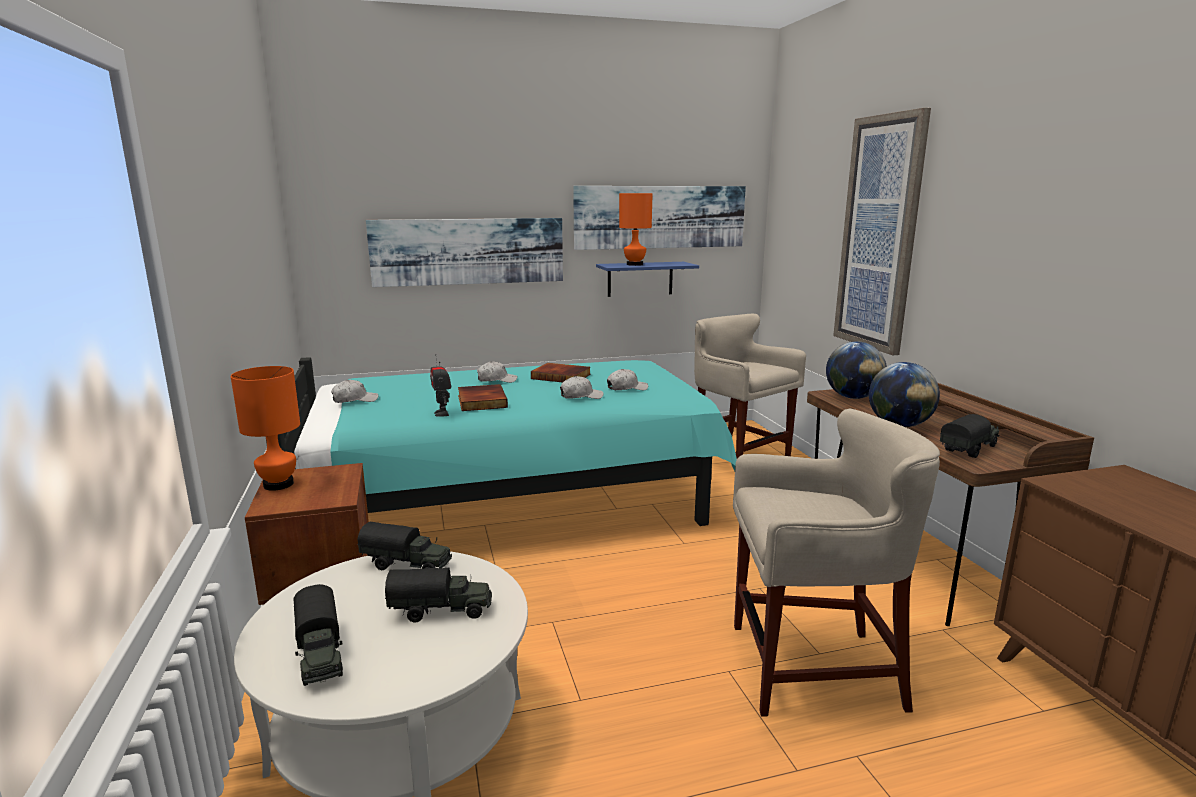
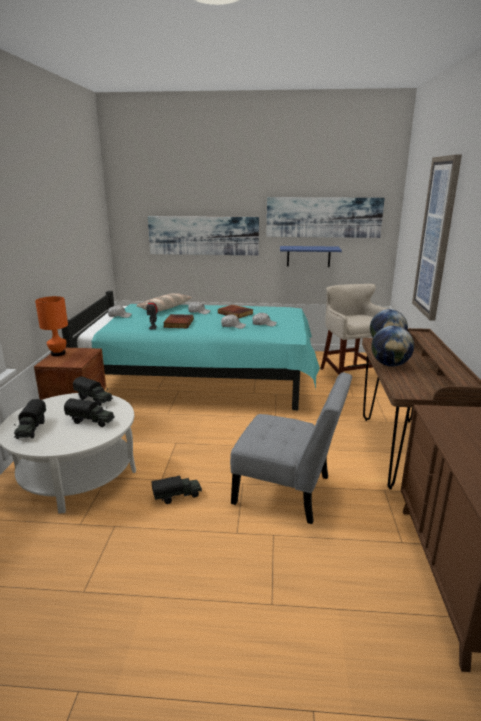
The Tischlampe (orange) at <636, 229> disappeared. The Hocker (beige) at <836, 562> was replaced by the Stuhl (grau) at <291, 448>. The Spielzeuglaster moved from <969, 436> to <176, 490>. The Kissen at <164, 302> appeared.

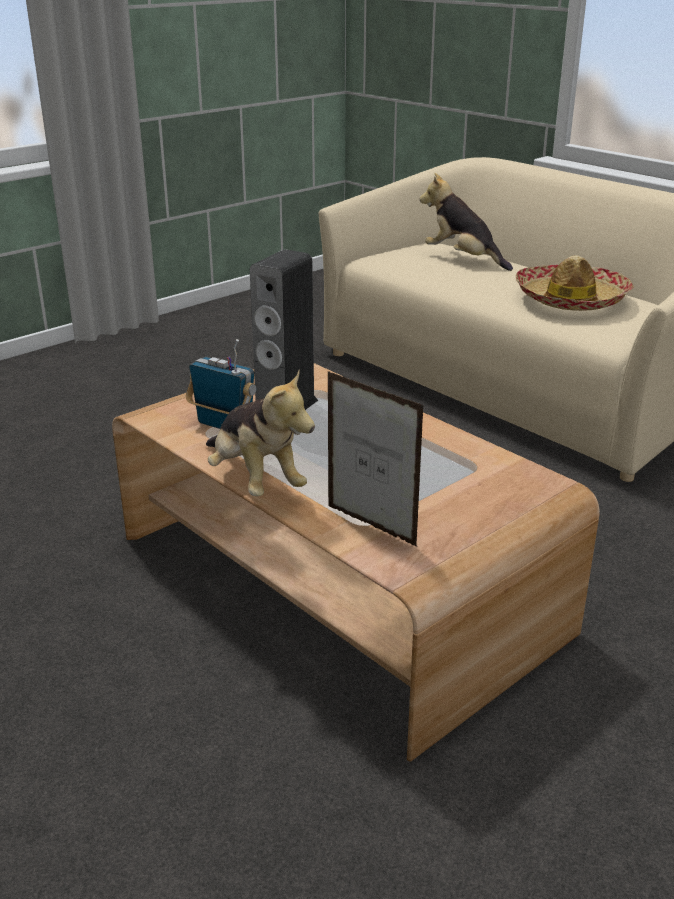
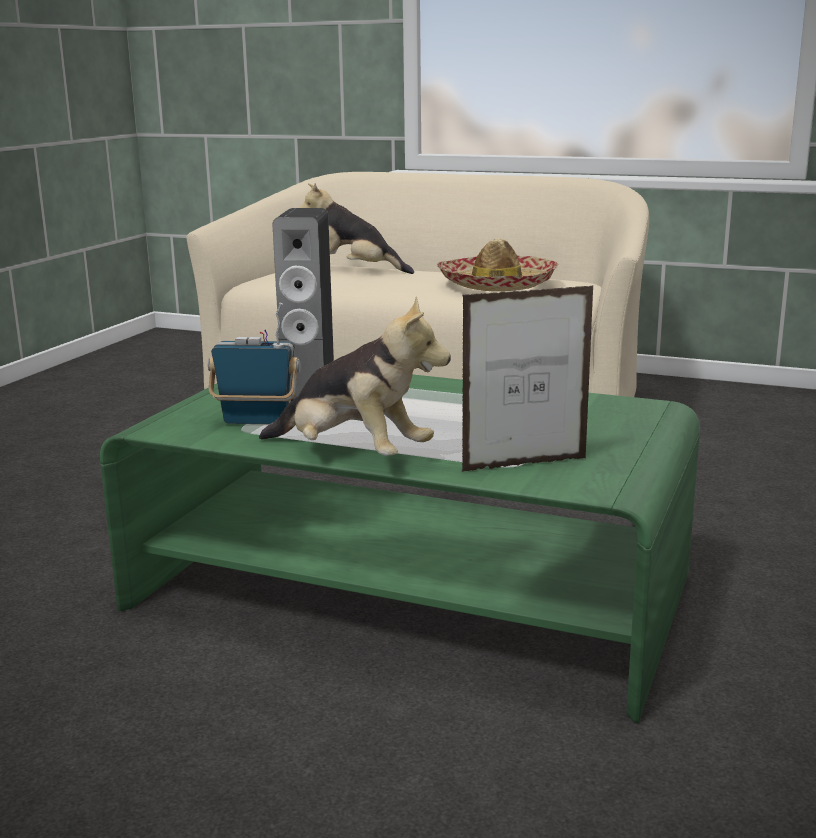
The Couchtisch (braun) at <356, 562> became the Couchtisch (grün) at <400, 549>. The Bilderrahmen at <376, 459> turned 150 degrees clockwise.

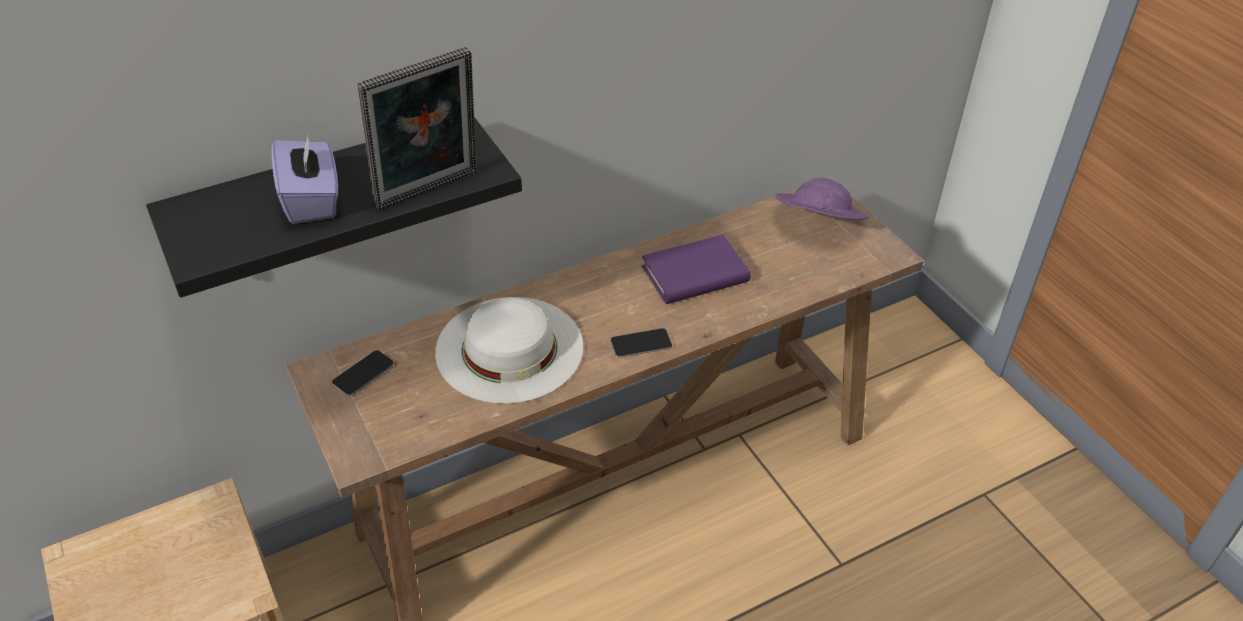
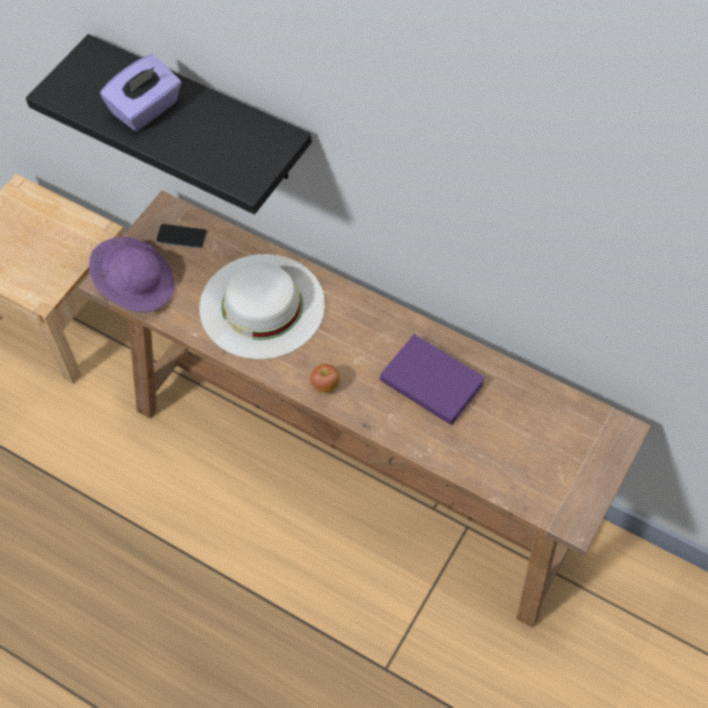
The Bilderrahmen at <417, 128> disappeared. The Hut (lila) moved from <822, 199> to <132, 274>. The Handy at <641, 343> was replaced by the Apfel at <325, 378>.

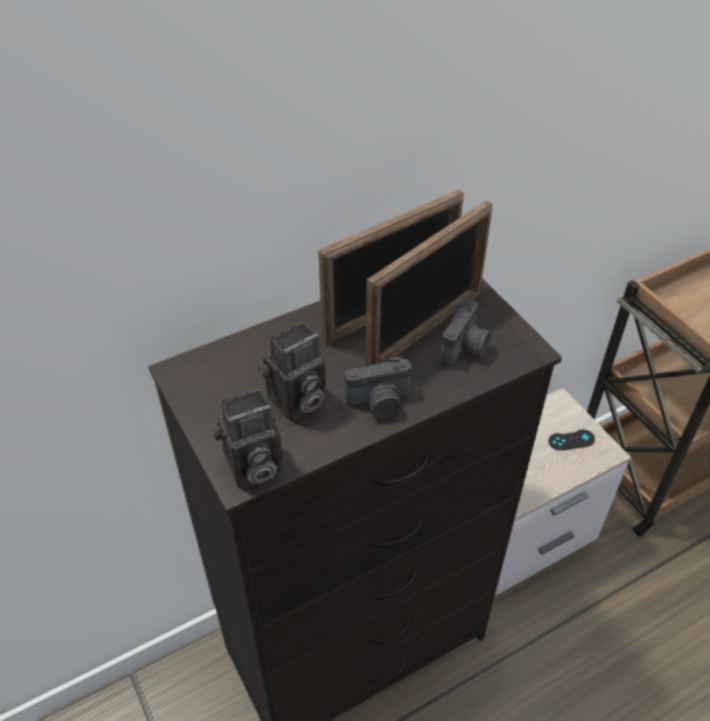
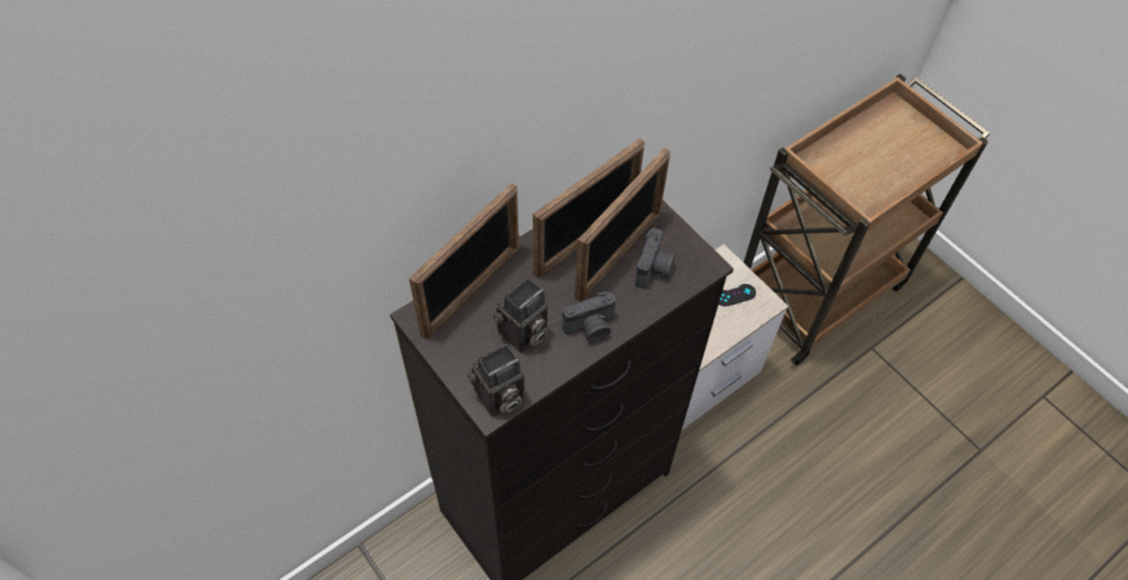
The Bilderrahmen at <464, 261> appeared.

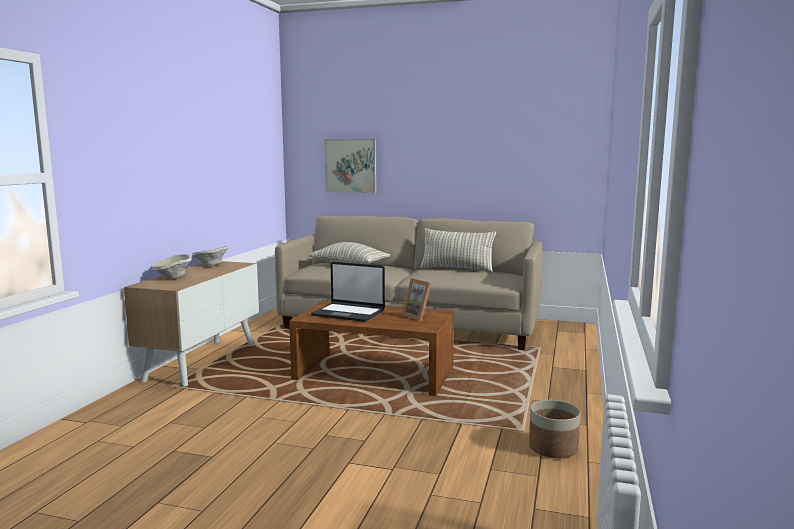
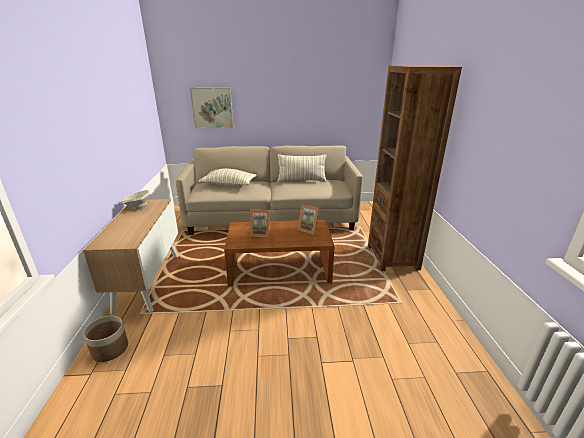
The Schüssel (beige) at <172, 266> disappeared. The Laptop at <348, 292> was replaced by the Bilderrahmen at <260, 223>. The Pflanzkübel moved from <554, 429> to <105, 339>. The Bücherregal (braun) at <415, 168> appeared.

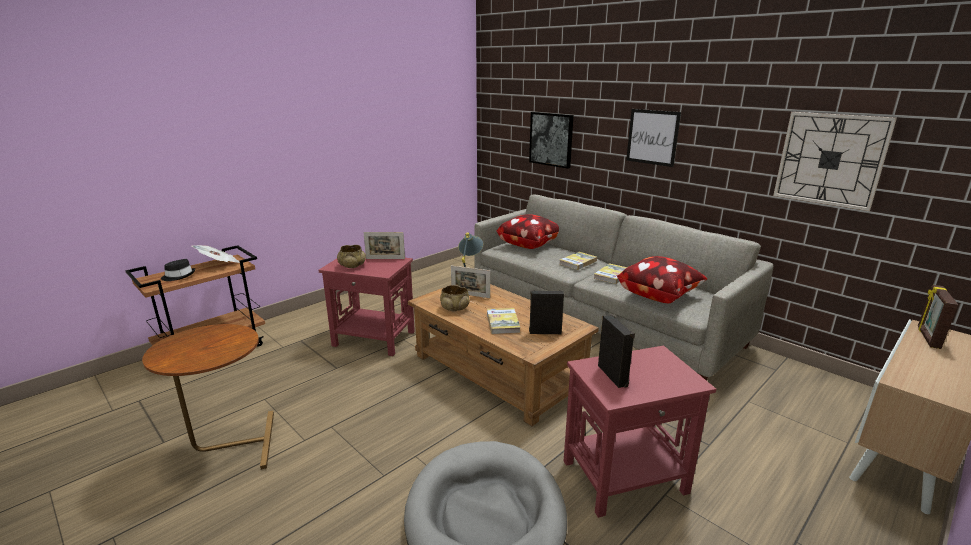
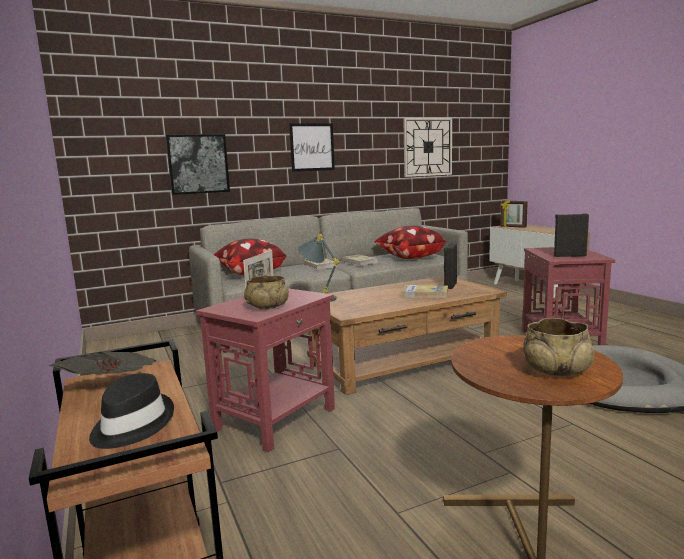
The Bilderrahmen at <470, 282> disappeared. The Schüssel (beige) moved from <455, 298> to <559, 347>.

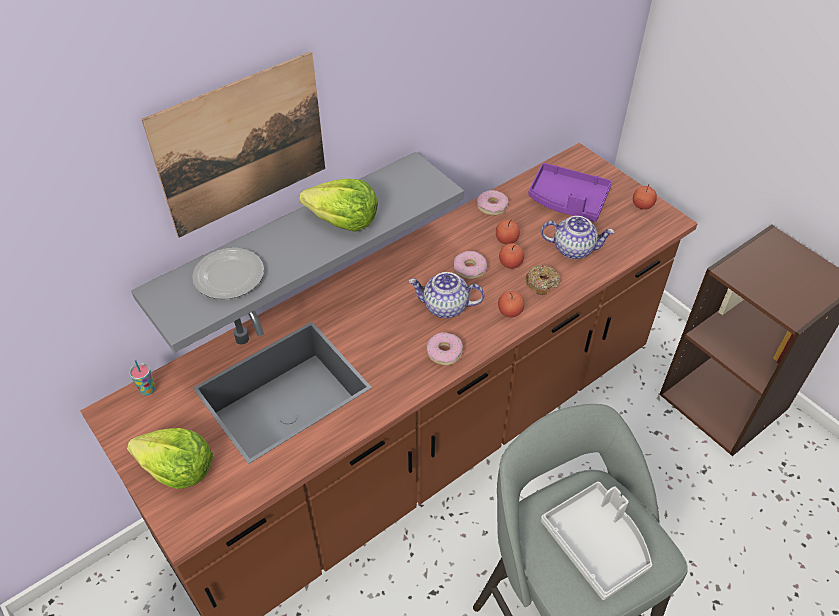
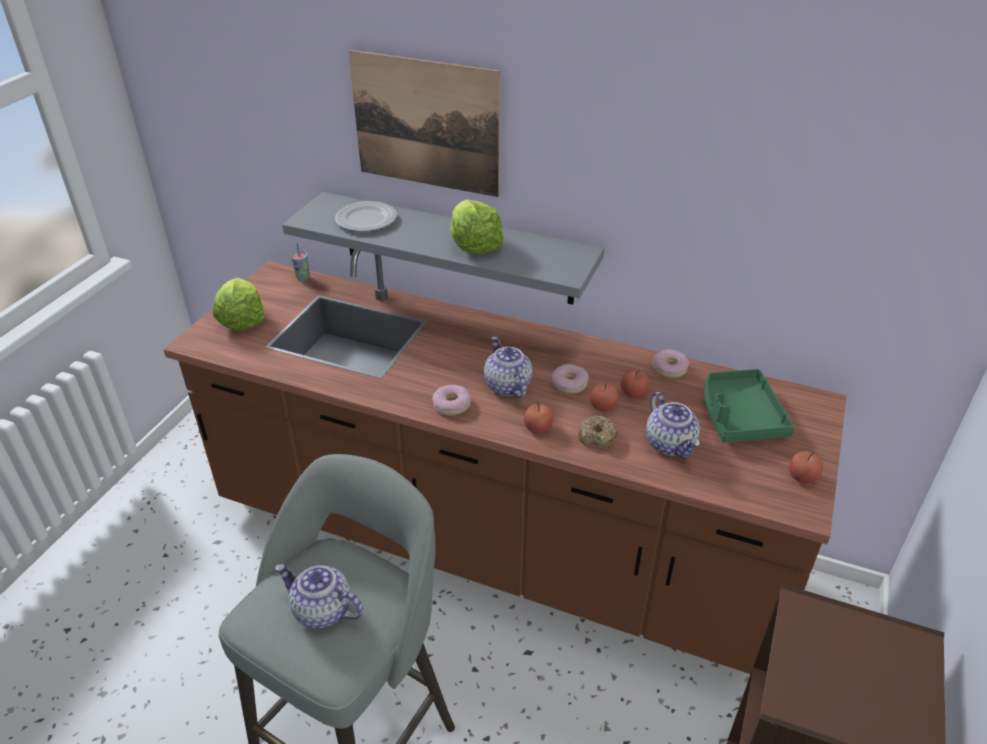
The Tablett (lila) at <570, 192> became the Tablett (grün) at <749, 405>. The Tablett (grau) at <596, 541> was replaced by the Teekanne at <319, 596>.

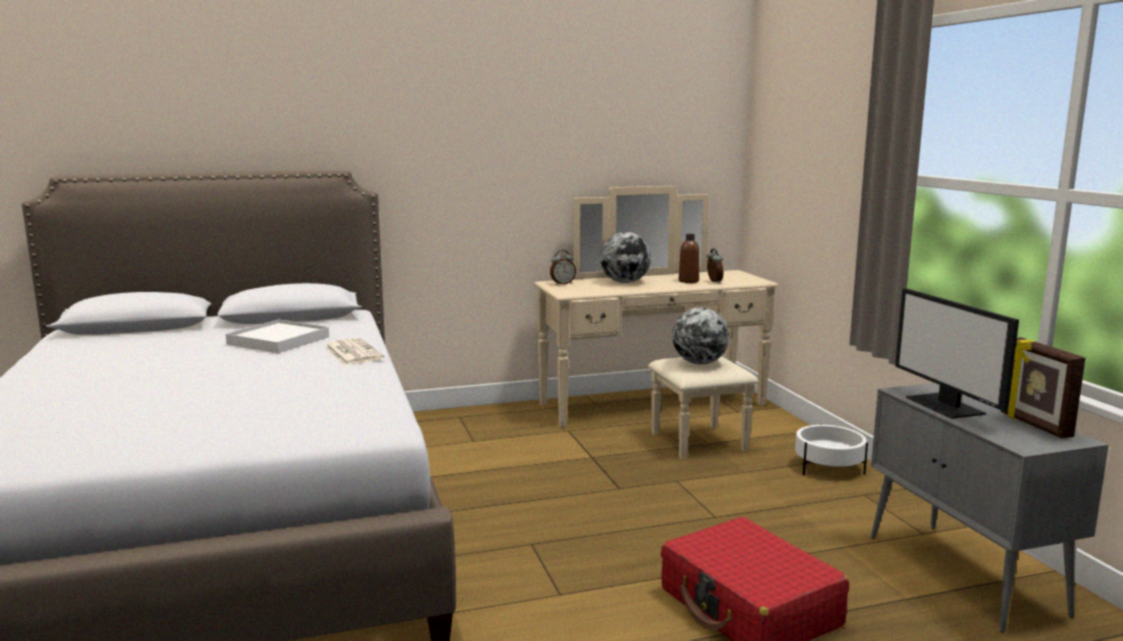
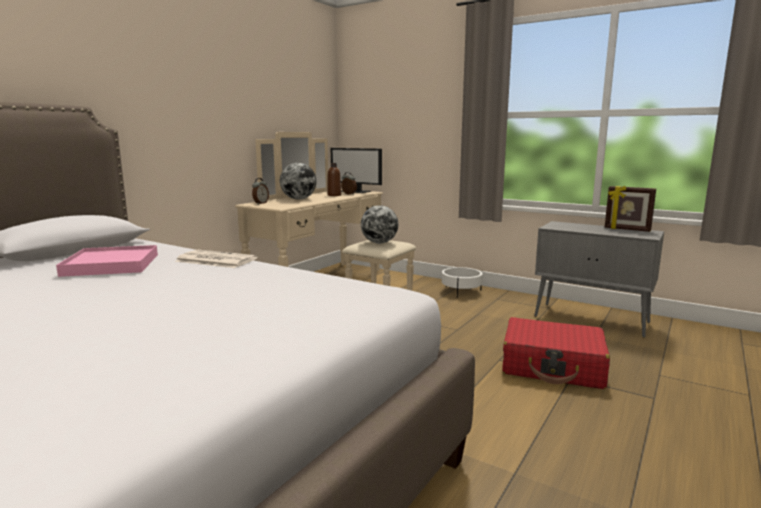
The Monitor moved from <957, 353> to <356, 170>. The Tablett (weiß) at <277, 336> became the Tablett (rosa) at <107, 261>.

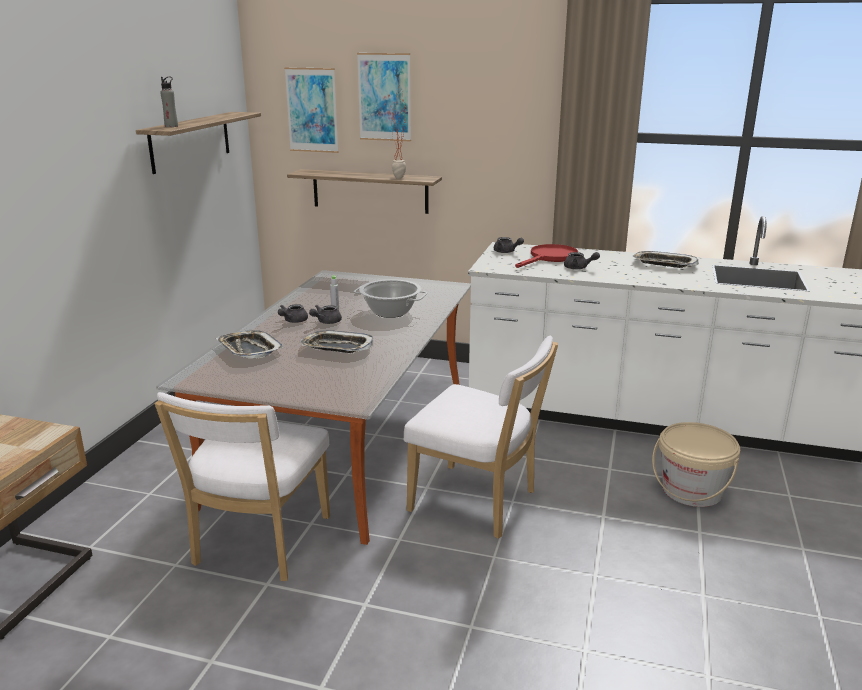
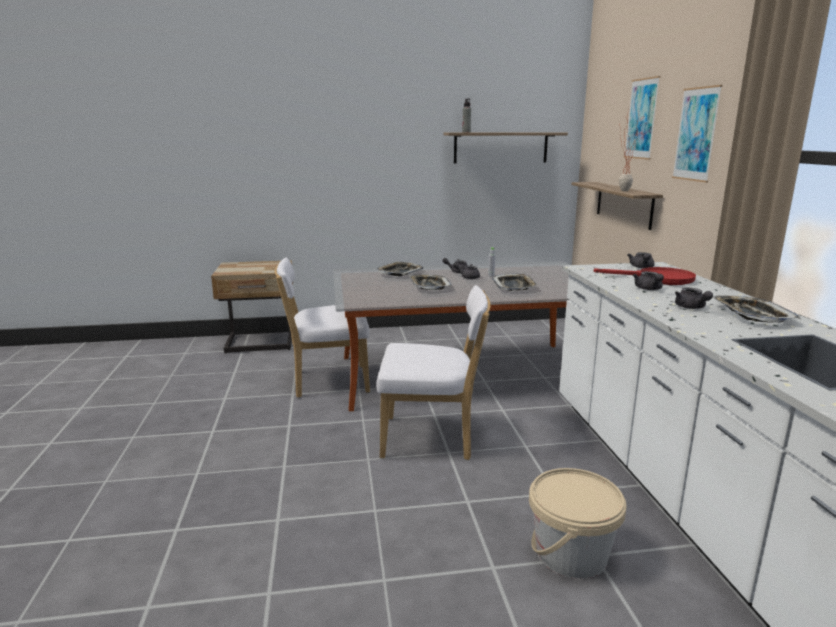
The Bild moved from <311, 110> to <697, 133>. The Kochtopf at <390, 298> was replaced by the Tablett at <515, 282>. The Stuhl (weiß) at <480, 437> turned 90 degrees counterclockwise. The Teekanne (grau) at <694, 298> appeared.

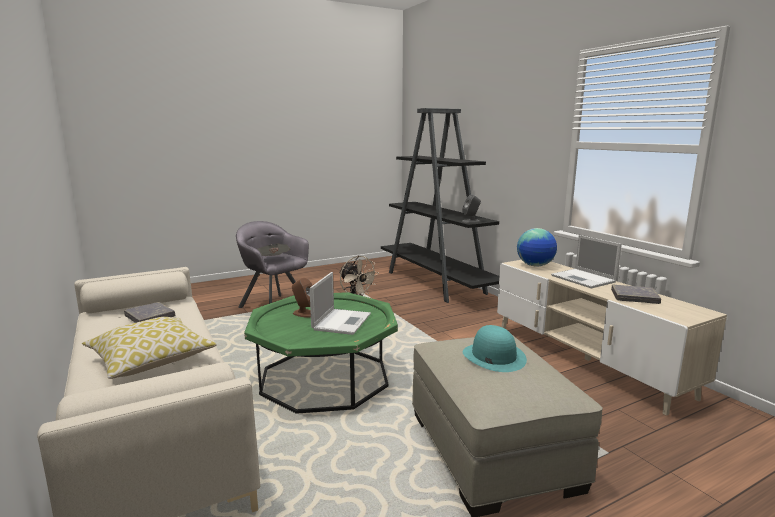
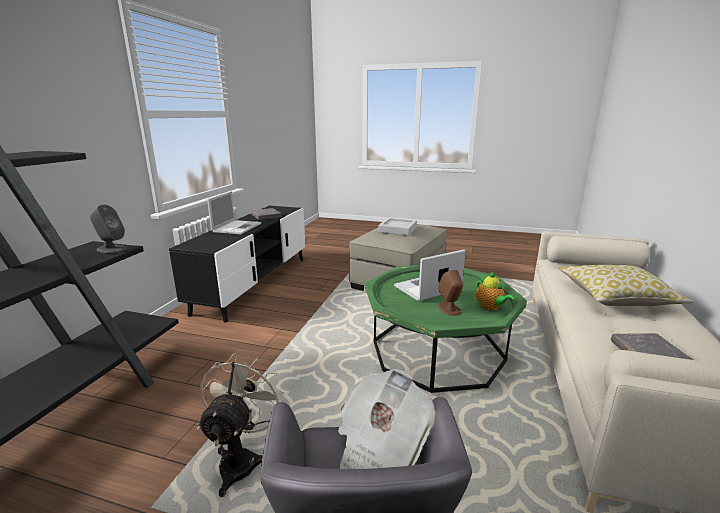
The Globus at <537, 247> disappeared. The Fernsehschrank (beige) at <612, 338> became the Fernsehschrank (schwarz) at <237, 264>. The Hut (türkis) at <495, 348> was replaced by the Tablett (grau) at <397, 227>. The Teekanne at <495, 291> appeared.

